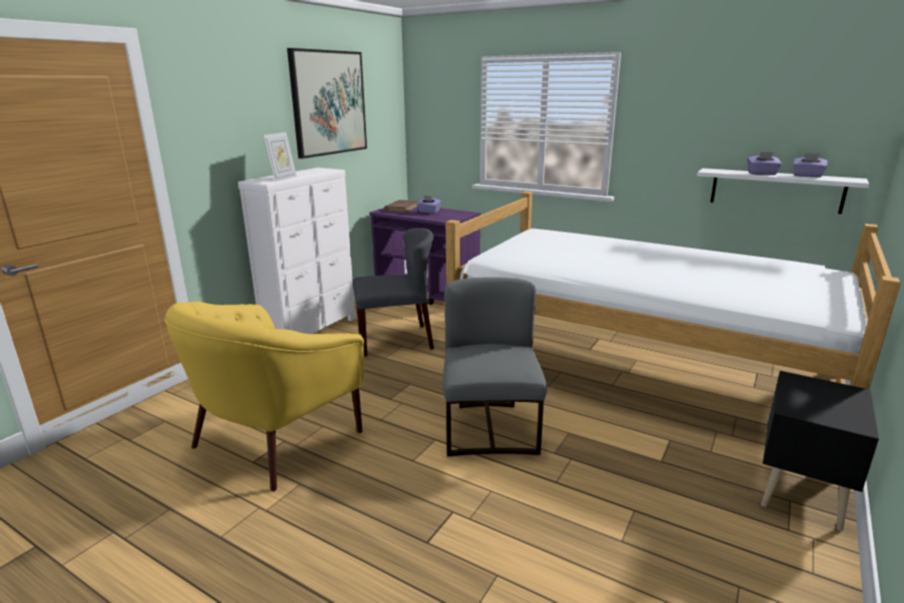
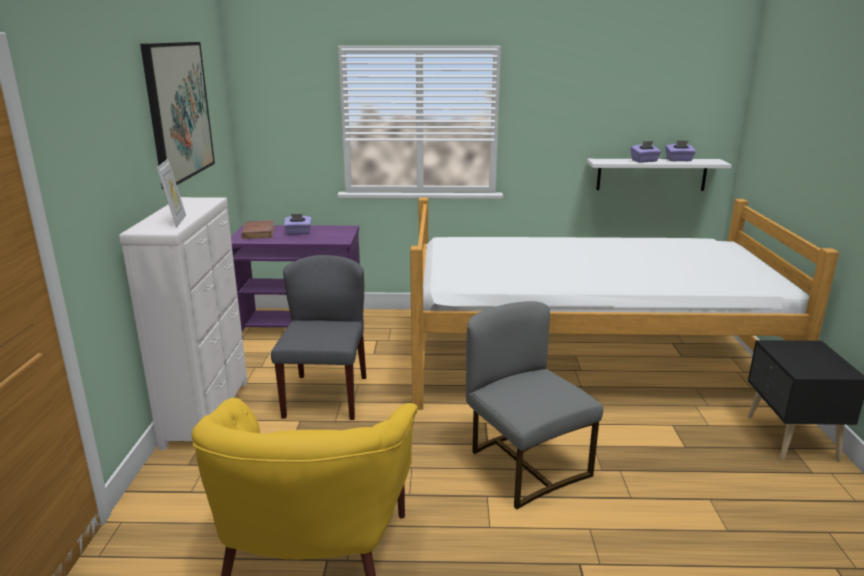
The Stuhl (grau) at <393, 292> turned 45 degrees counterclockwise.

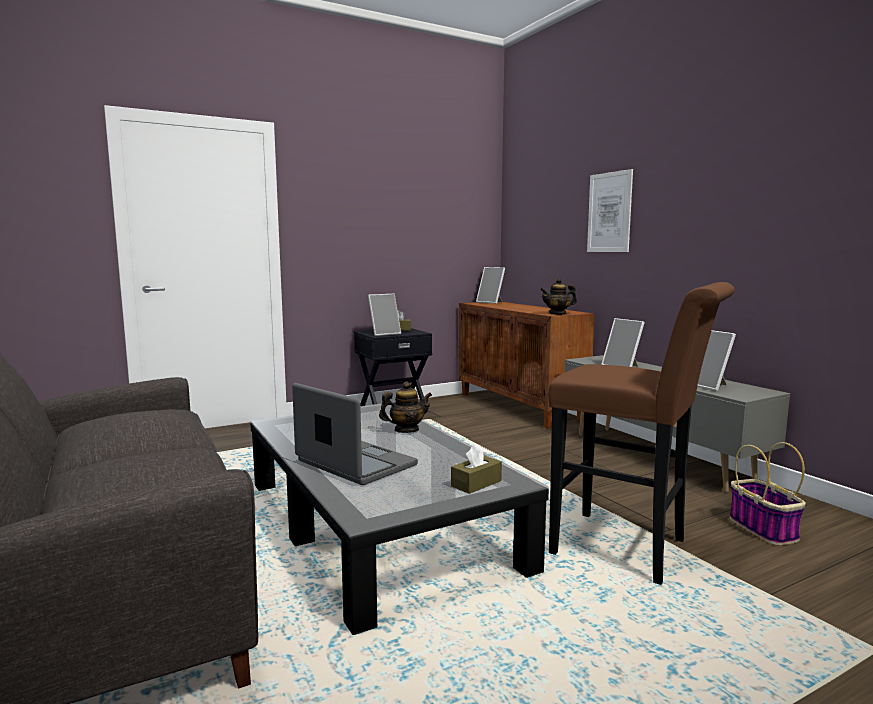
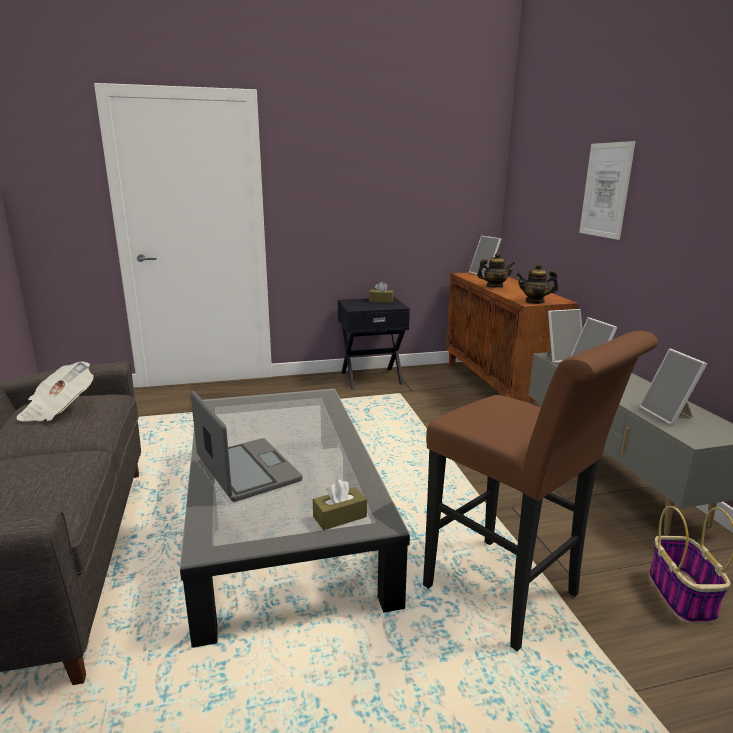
The Bilderrahmen moved from <384, 315> to <564, 336>. The Teekanne moved from <405, 407> to <496, 270>. The Zeitung at <55, 391> appeared.

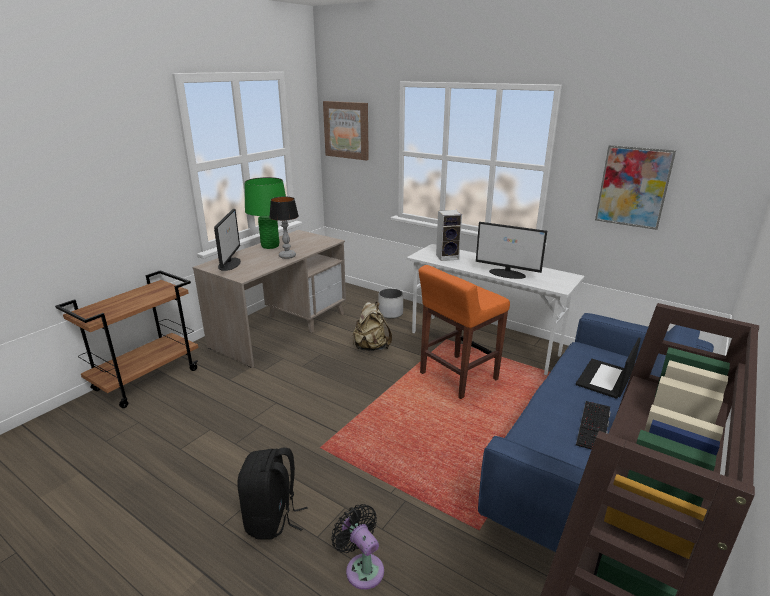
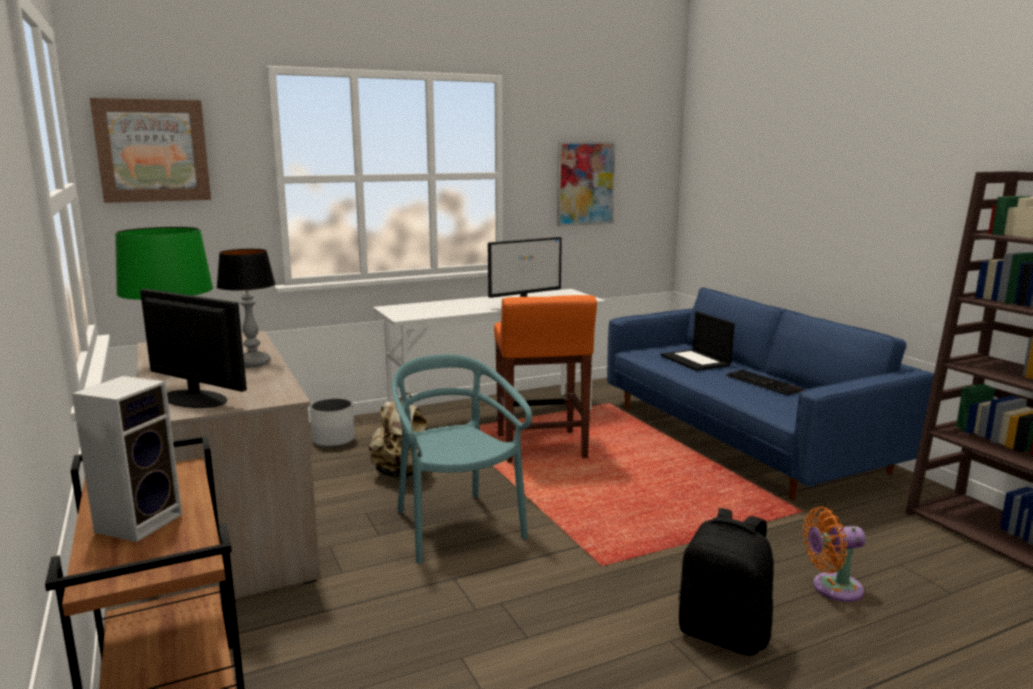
The Lautsprecher moved from <449, 235> to <127, 459>. The Ventilator (schwarz) at <357, 547> became the Ventilator (orange) at <834, 554>. The Stuhl (türkis) at <462, 459> appeared.

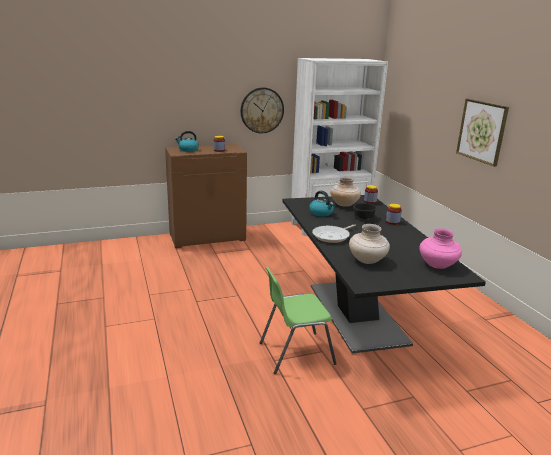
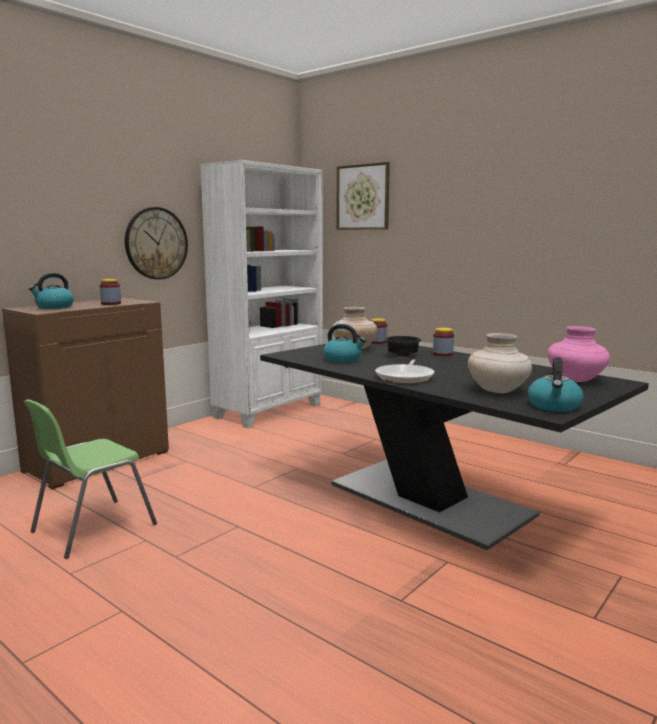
The Bild moved from <482, 133> to <363, 196>. The Stuhl (grün) moved from <298, 320> to <90, 479>. The Wasserkessel at <555, 384> appeared.

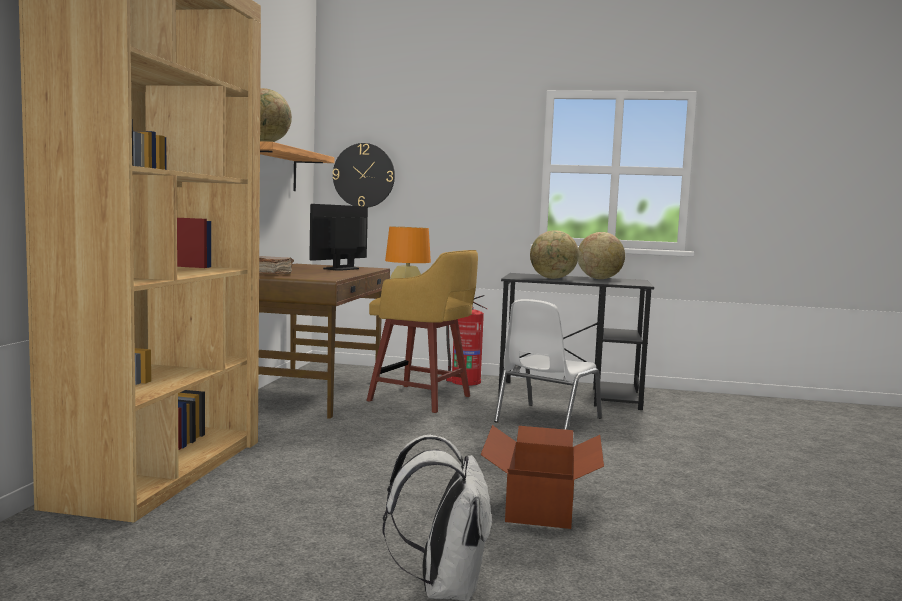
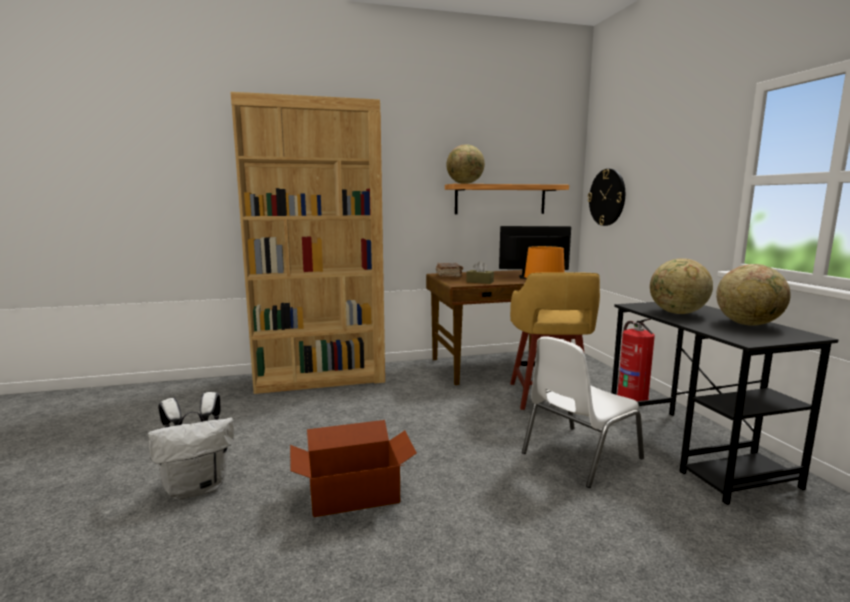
The Stuhl (weiß) at <548, 364> turned 45 degrees counterclockwise. The Taschentuchbox (braun) at <480, 272> appeared.

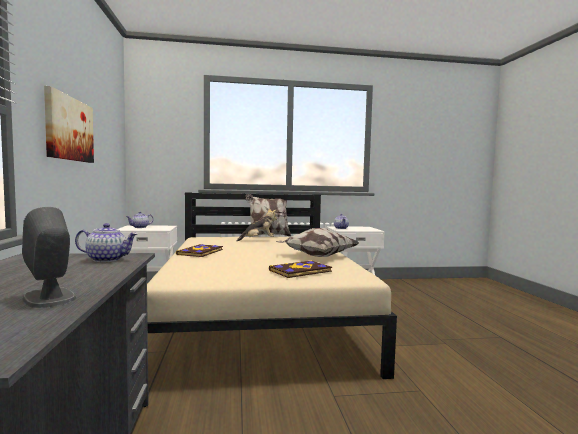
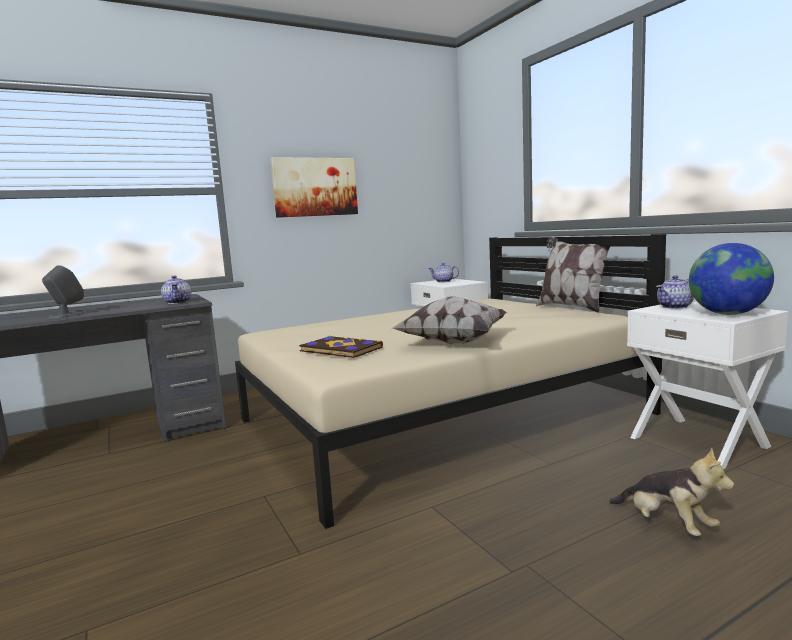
The Plüschtier moved from <257, 225> to <671, 491>. The Buch at <199, 250> disappeared. The Globus at <731, 279> appeared.

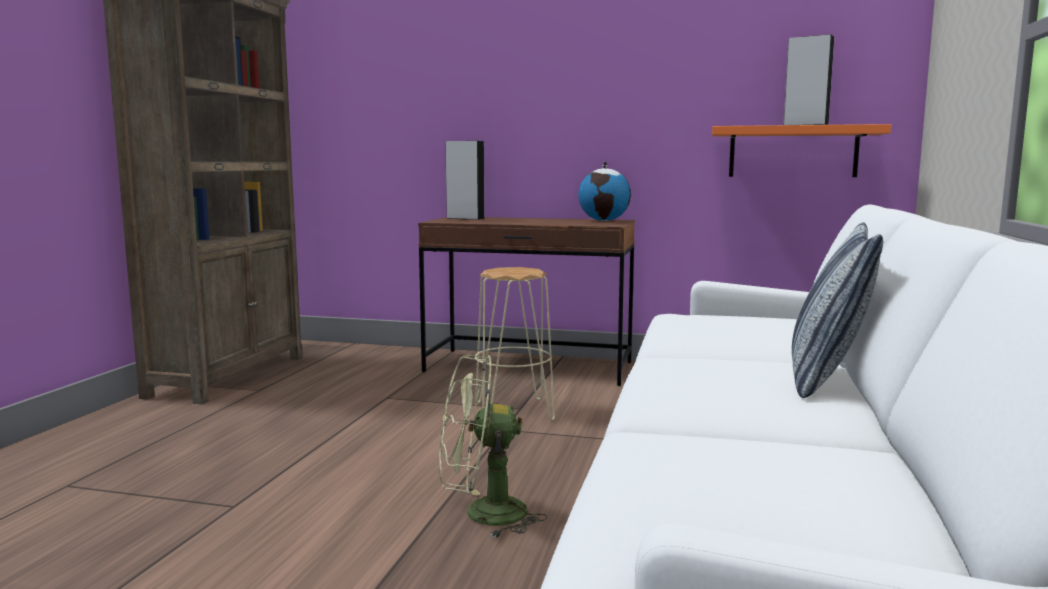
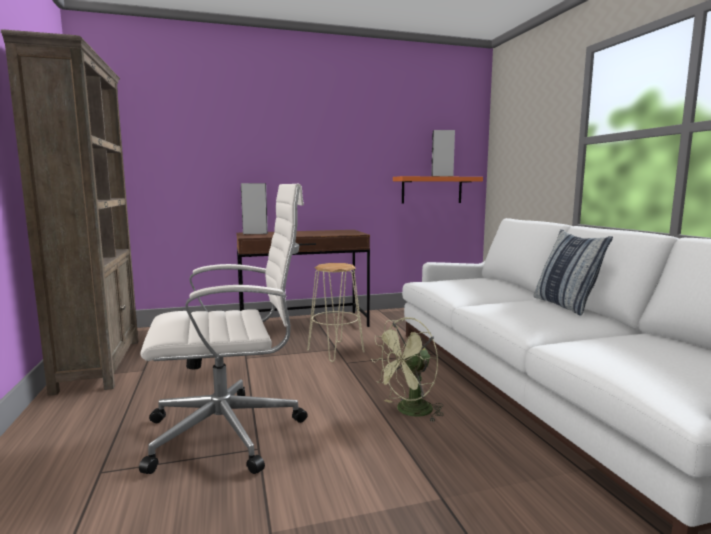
The Globus at <604, 191> disappeared. The Bürostuhl (weiß) at <223, 329> appeared.

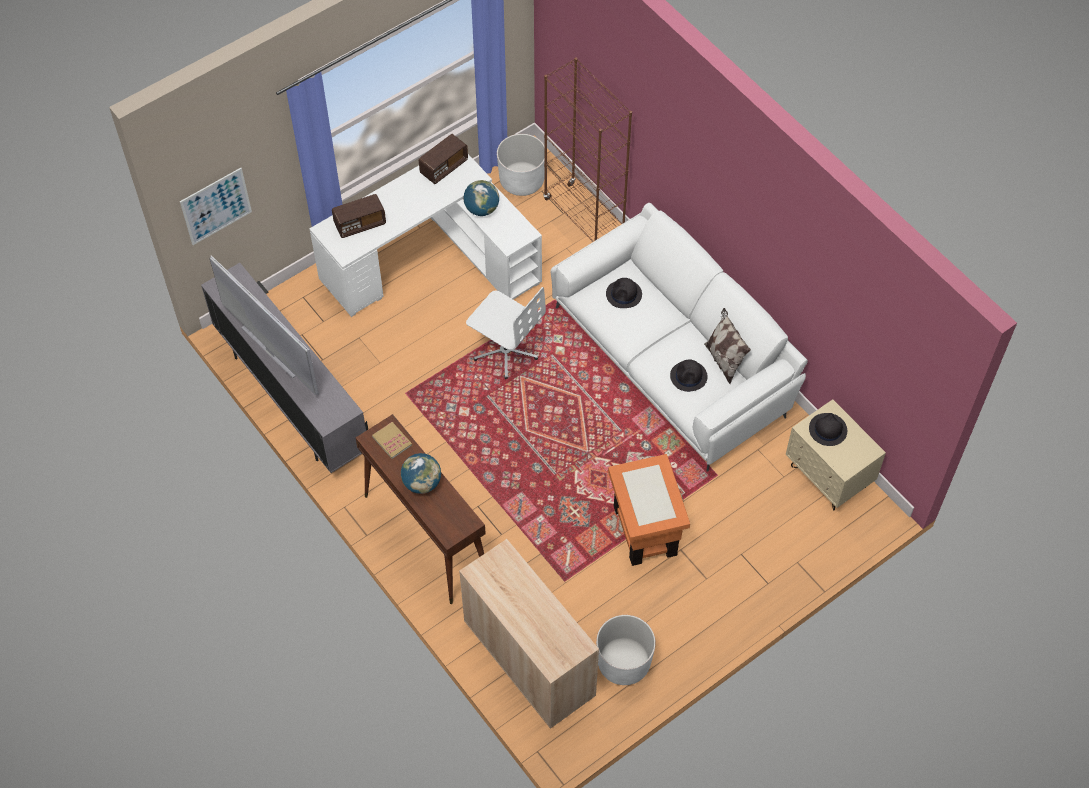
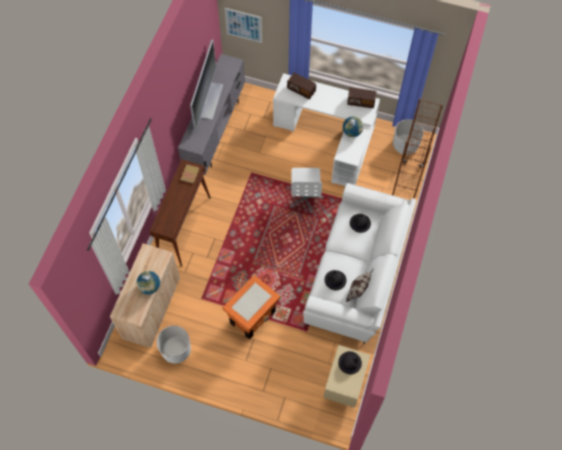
The Globus moved from <421, 473> to <148, 282>.

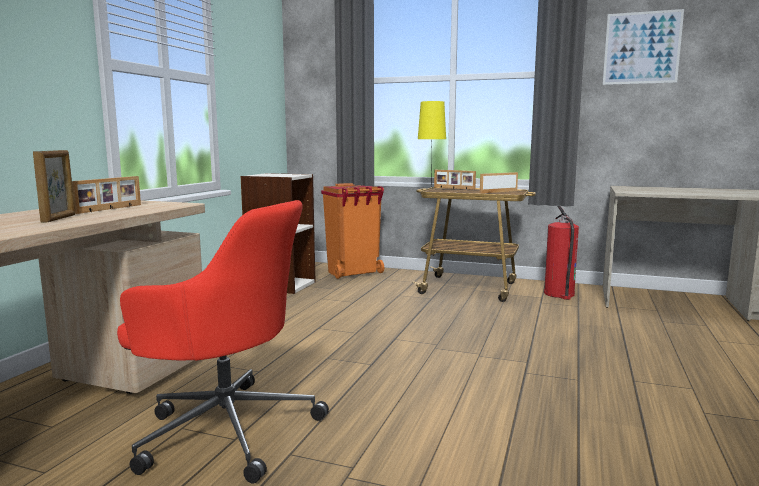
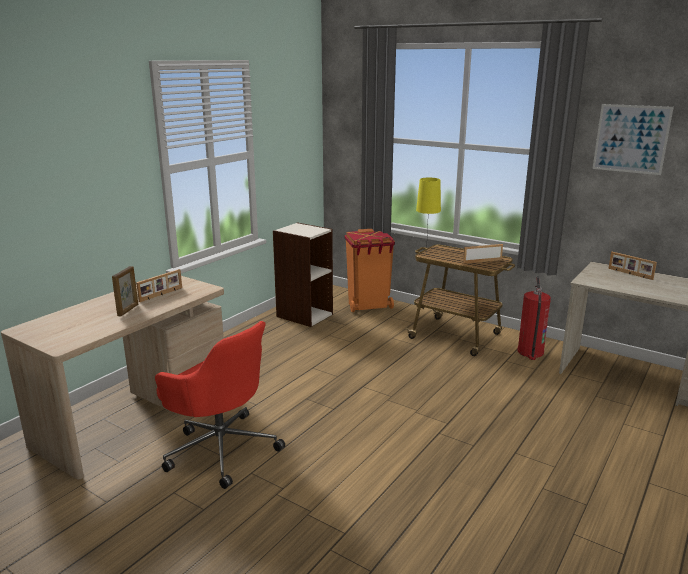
The Bilderrahmen moved from <455, 180> to <632, 266>.

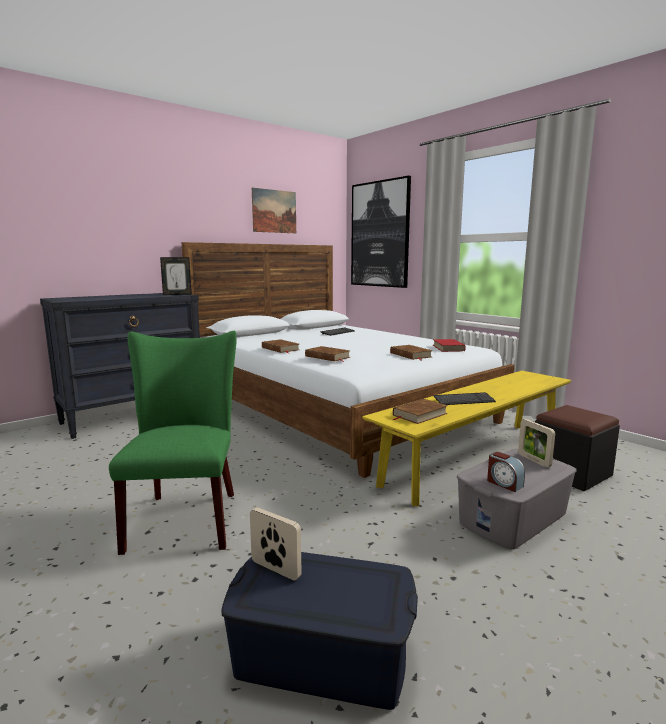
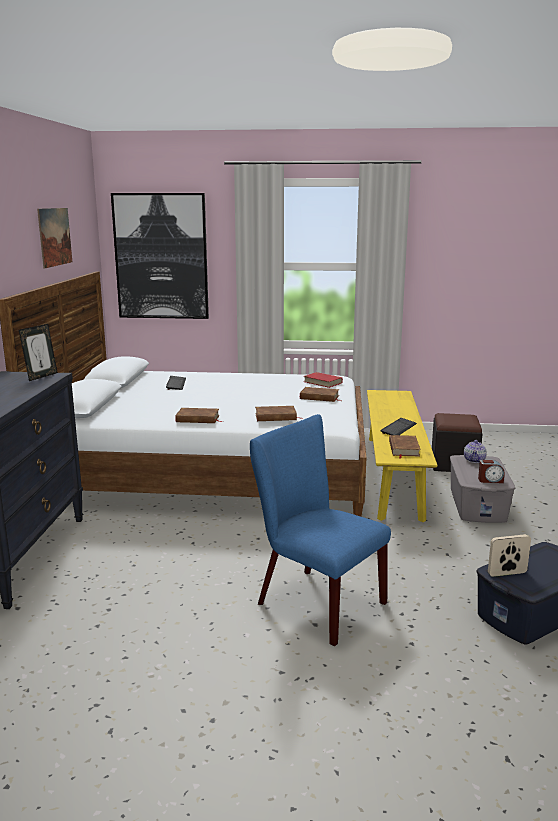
The Stuhl (grün) at <173, 443> became the Stuhl (blau) at <320, 530>. The Bilderrahmen at <536, 443> was replaced by the Teekanne at <475, 451>.

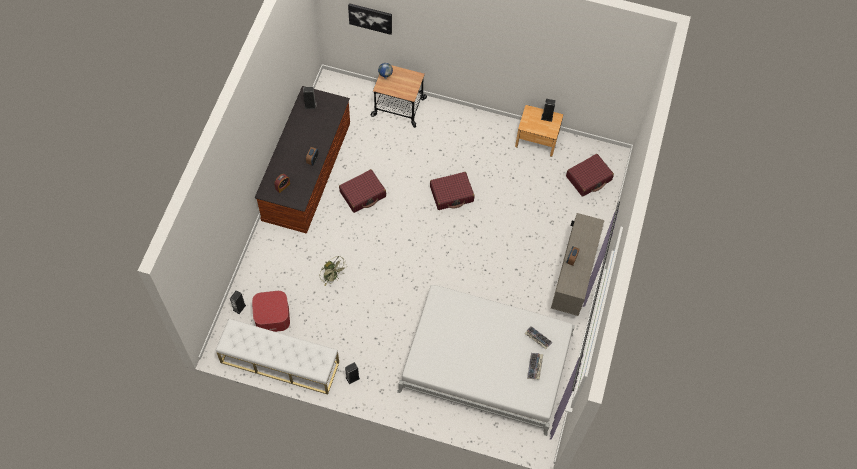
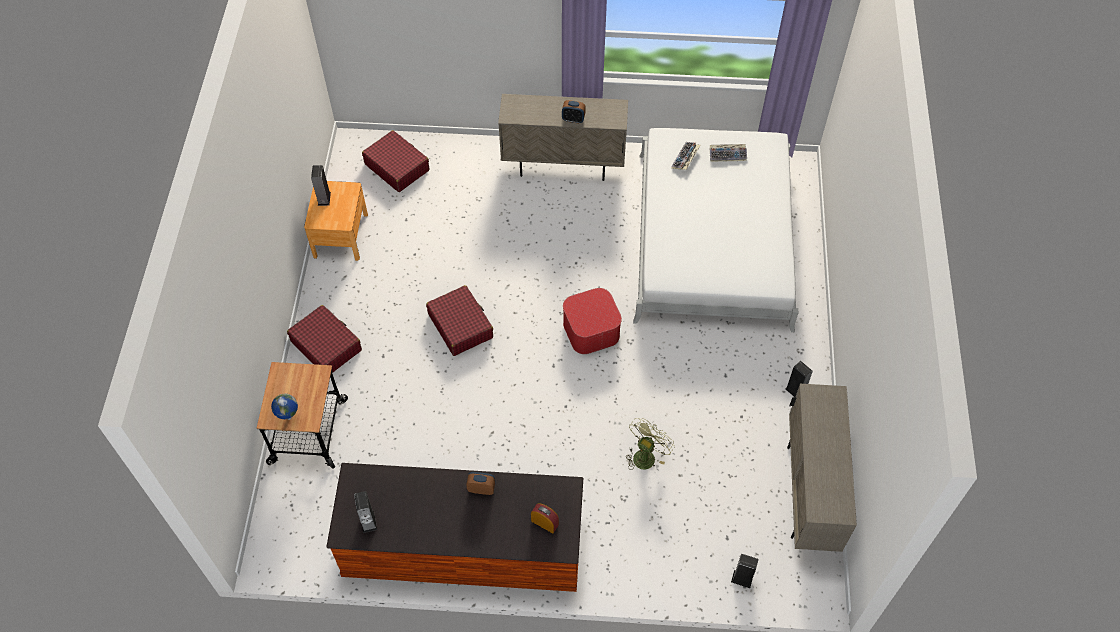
The Bild at <370, 19> disappeared. The Koffer (rot) moved from <362, 191> to <324, 339>. The Polsterhocker moved from <271, 311> to <592, 321>. The Bank (weiß) at <277, 357> was replaced by the Schrank (beige) at <822, 468>.

